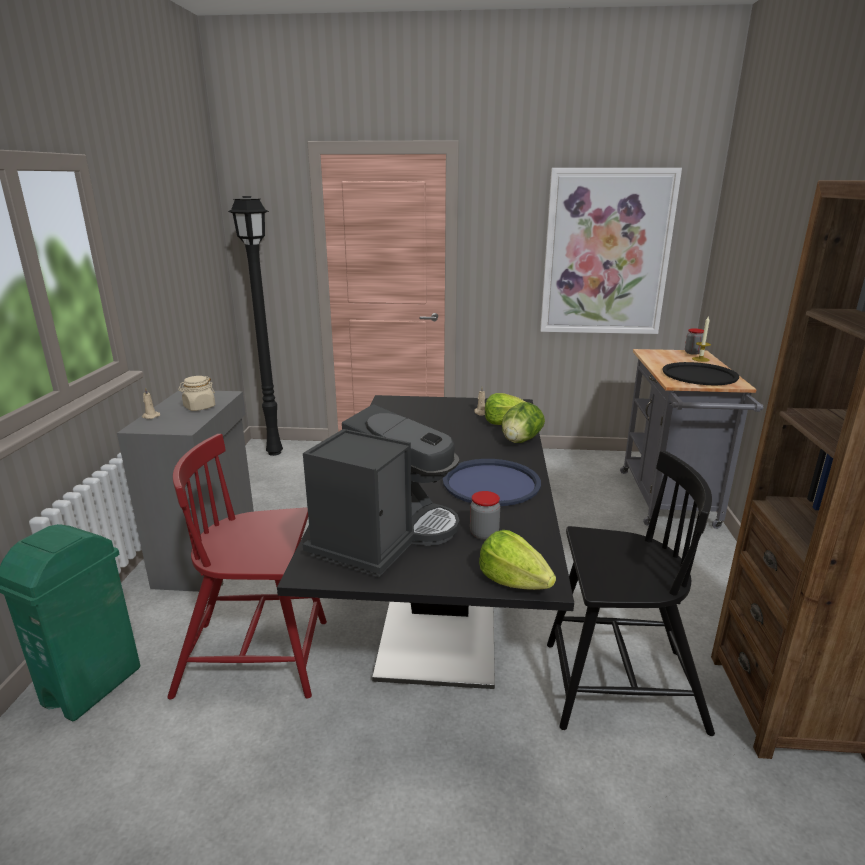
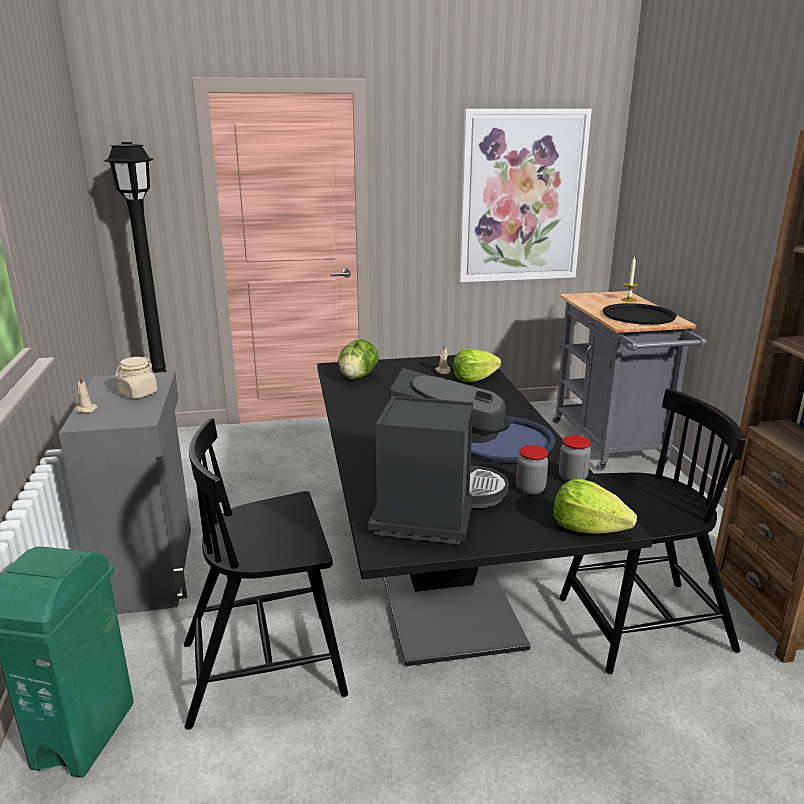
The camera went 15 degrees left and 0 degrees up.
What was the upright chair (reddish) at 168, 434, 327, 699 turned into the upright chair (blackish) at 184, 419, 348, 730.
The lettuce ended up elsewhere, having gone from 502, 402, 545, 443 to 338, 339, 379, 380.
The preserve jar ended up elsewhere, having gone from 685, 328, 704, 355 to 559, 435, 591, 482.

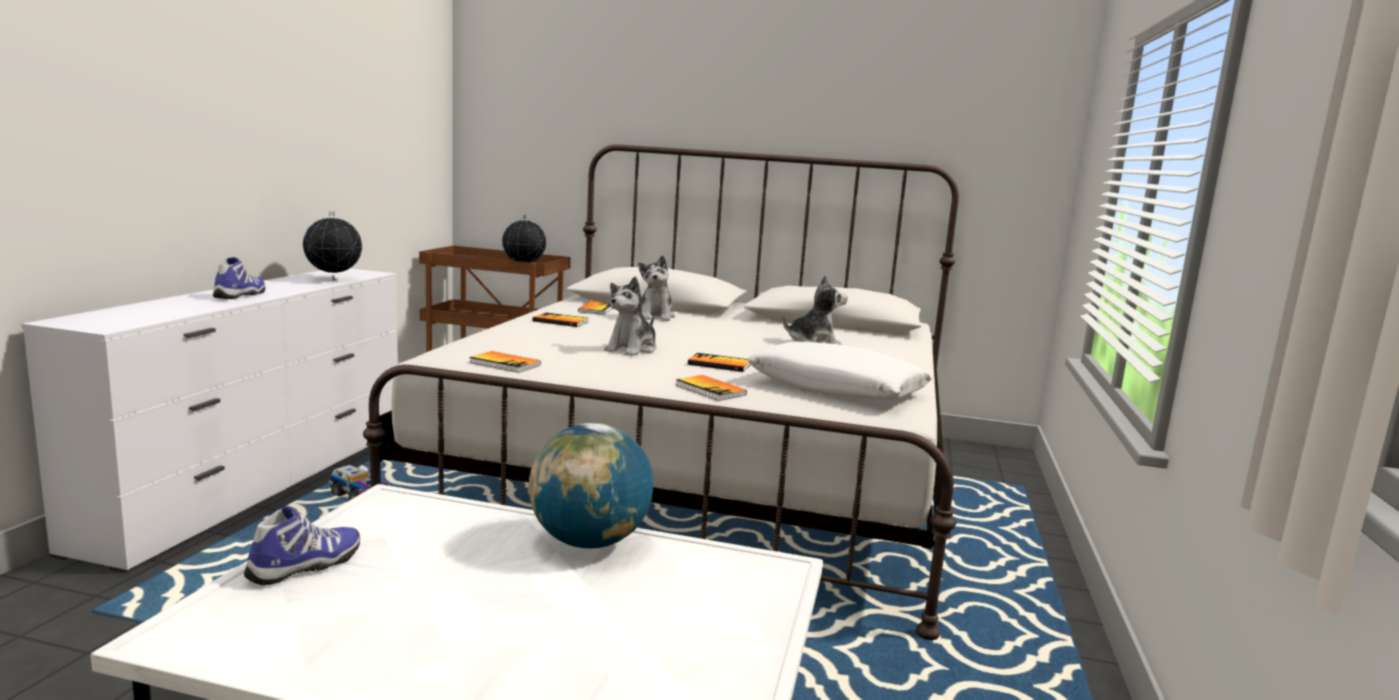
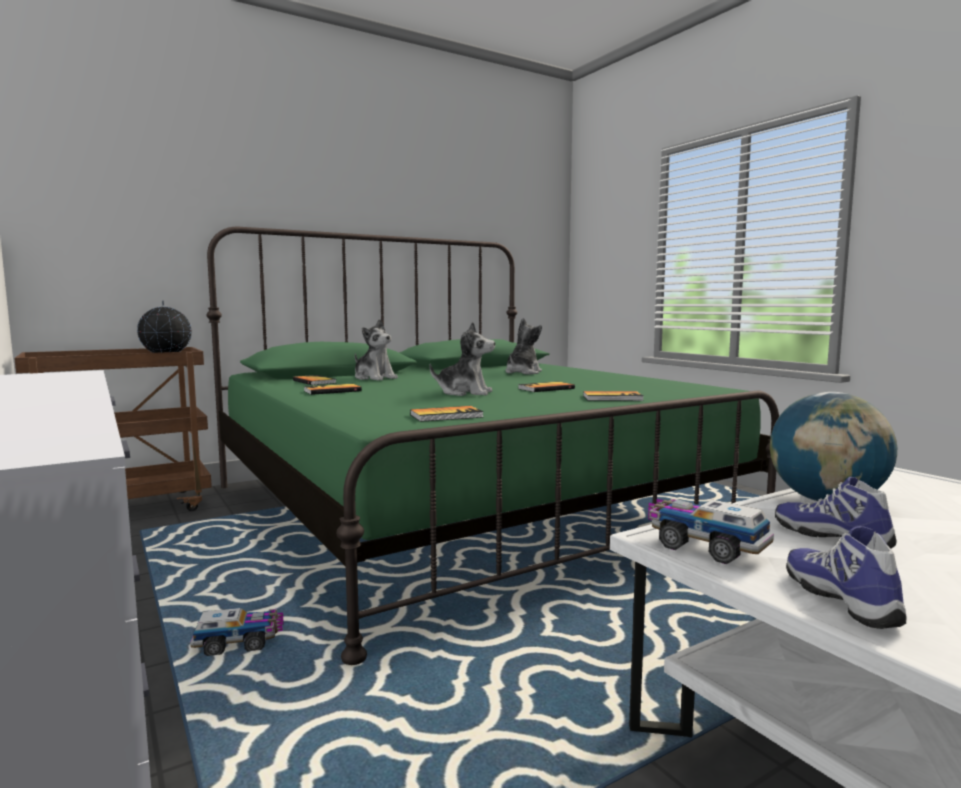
The camera went 45 degrees left and 5 degrees down.
What was the sleeping bed (whitish) at 363, 144, 959, 640 turned into the sleeping bed (green) at 206, 227, 779, 665.
The cuddly toy at 604, 276, 656, 356 ended up facing another way, 60 degrees counterclockwise from before.
The second view gained the toy truck at 648, 499, 774, 564.
The shoe ended up elsewhere, having gone from 213, 257, 265, 299 to 775, 477, 897, 548.
The second view lost the globe at 303, 211, 362, 280.
The second view lost the pillow (whitish) at 748, 342, 932, 400.

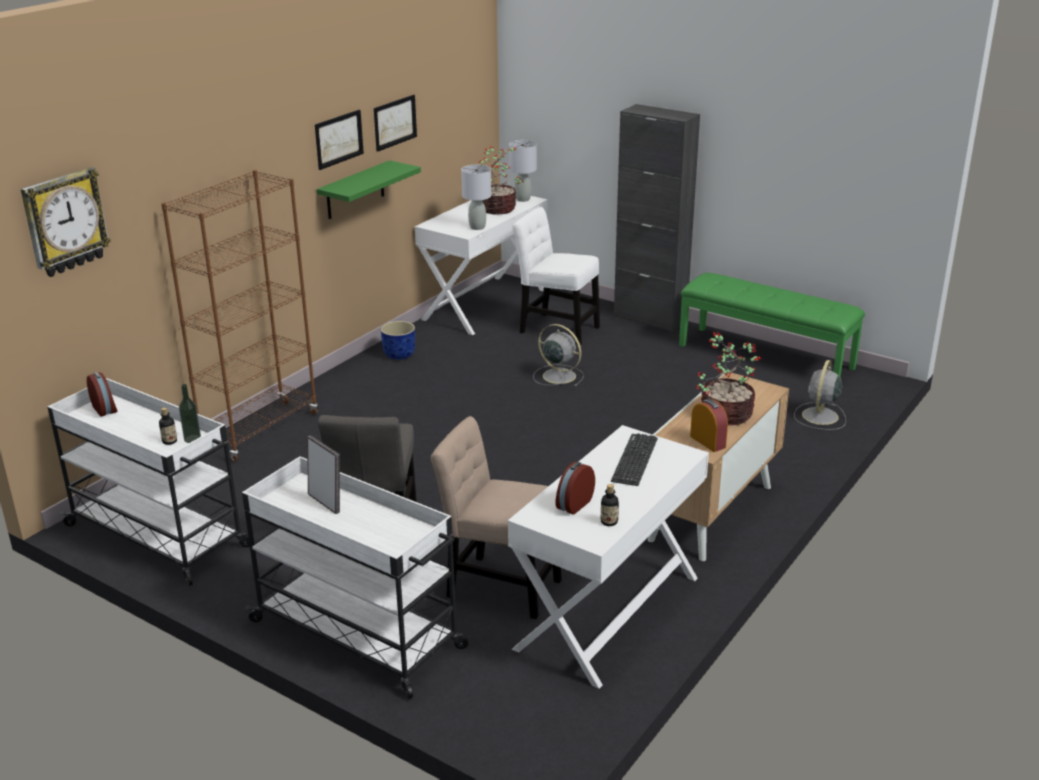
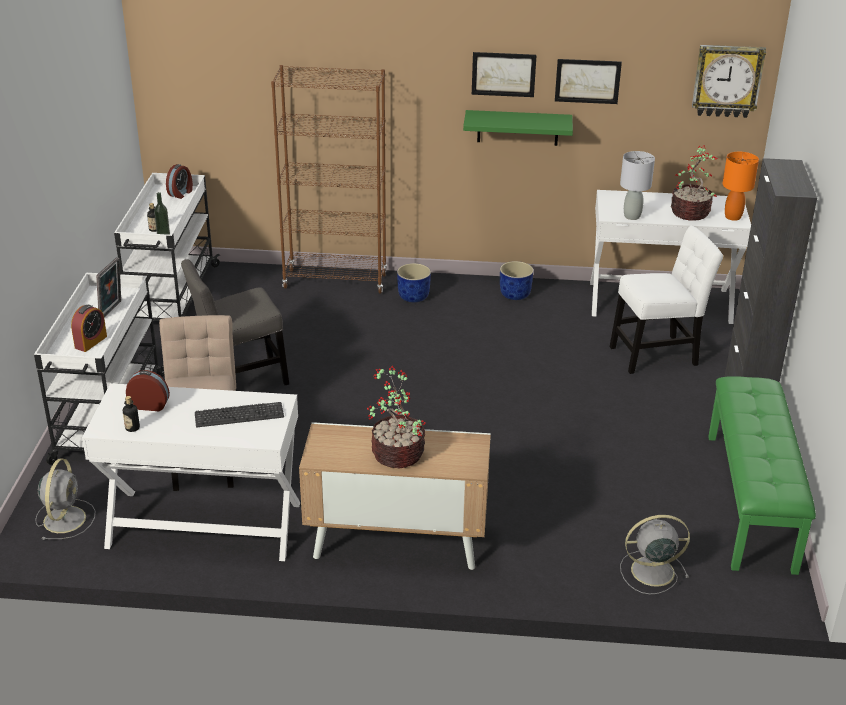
The camera went 60 degrees right and 5 degrees up.
The electric fan (grey) ended up elsewhere, having gone from 533, 324, 584, 386 to 35, 458, 95, 540.
The bedside clock ended up elsewhere, having gone from 690, 399, 728, 452 to 71, 305, 107, 352.
The second view gained the plant pot (bluish) at 397, 263, 431, 302.
The upright chair (whitish) at 512, 207, 600, 345 ended up facing another way, 75 degrees clockwise from before.
The clock on the wall ended up elsewhere, having gone from 21, 167, 111, 277 to 692, 45, 766, 118.
What was the lamp for a table (grey) at 509, 140, 537, 202 turned into the lamp for a table (orange) at 722, 152, 759, 221.

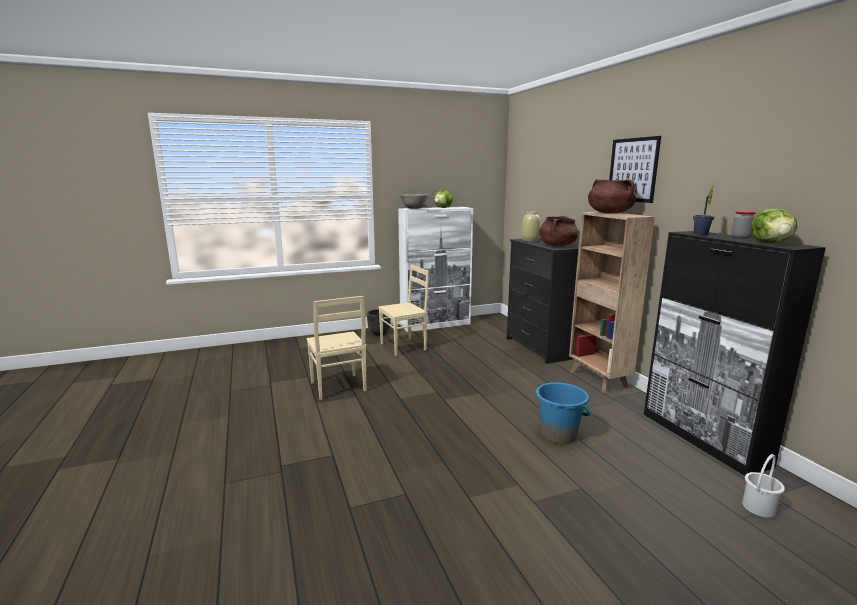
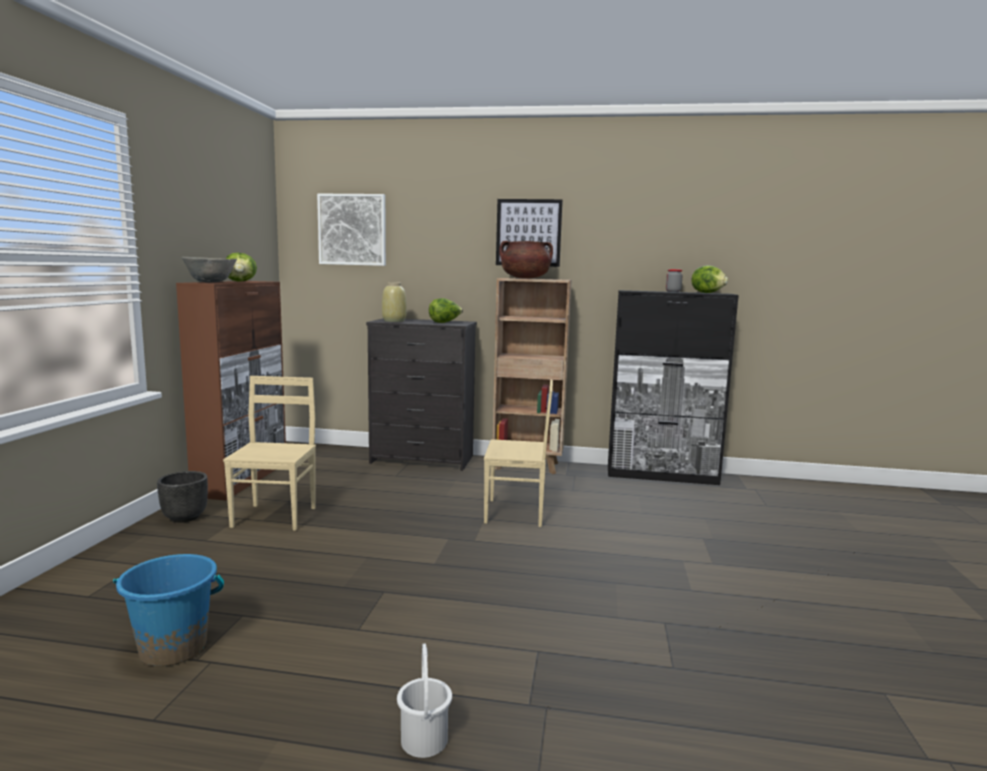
The camera went 60 degrees left and 5 degrees down.
The water bucket (bluish) ended up elsewhere, having gone from 536, 383, 591, 444 to 113, 554, 224, 667.
What was the cupboard (whitish) at 398, 207, 473, 332 turned into the cupboard (brown) at 176, 281, 286, 500.
The second view gained the picture at 317, 194, 386, 266.
The water bucket (whitish) ended up elsewhere, having gone from 742, 454, 785, 518 to 397, 643, 452, 758.
Where the saucepot (brown) stood at 539, 216, 578, 246, the lettuce came to stand at 429, 298, 463, 323.
The upright chair (sand-coloured) ended up elsewhere, having gone from 306, 296, 366, 400 to 484, 380, 553, 527.
The second view lost the potted plant at 693, 185, 714, 235.

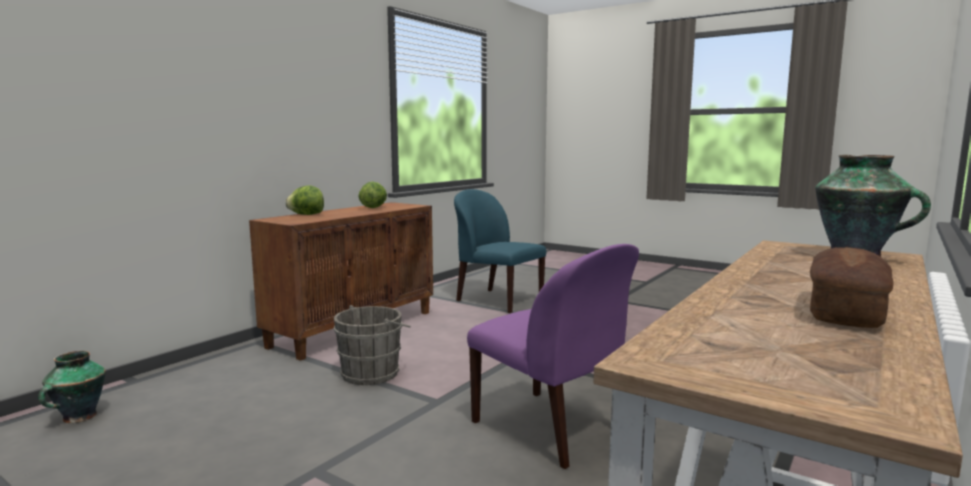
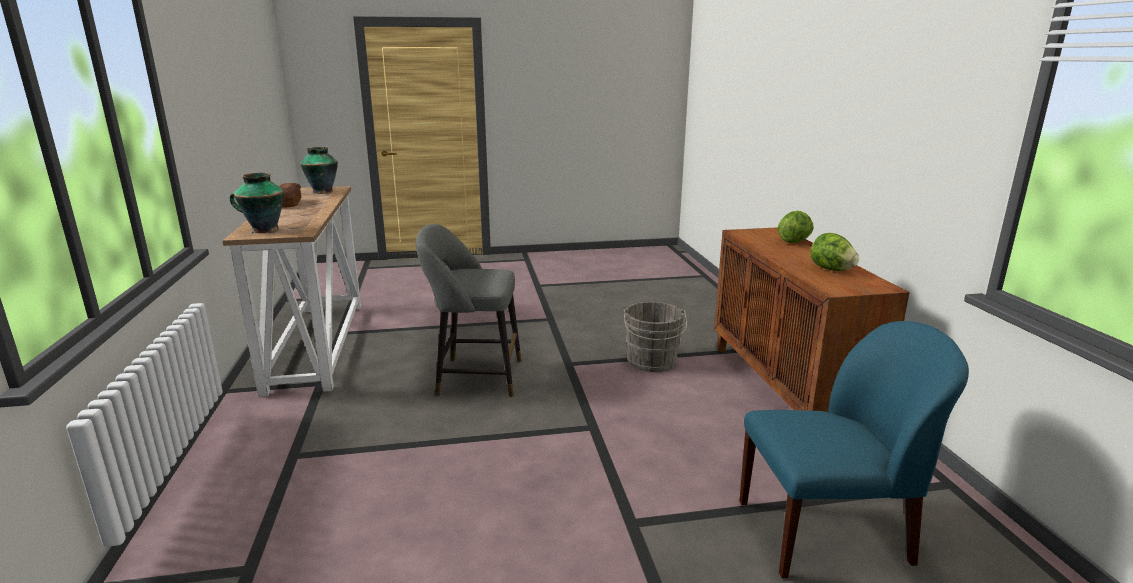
The camera went 135 degrees right and 10 degrees up.
The vase ended up elsewhere, having gone from 38, 351, 106, 423 to 300, 147, 338, 194.
Where the upright chair (purplish) stood at 467, 244, 639, 469, the stool seat (grey) came to stand at 416, 224, 522, 397.

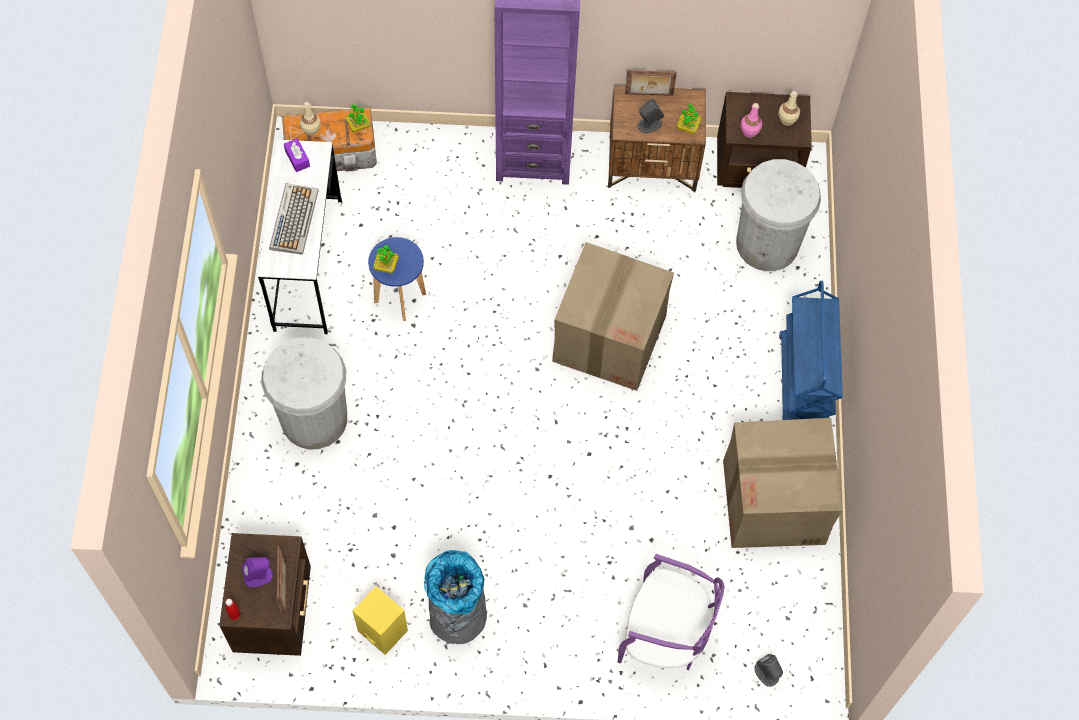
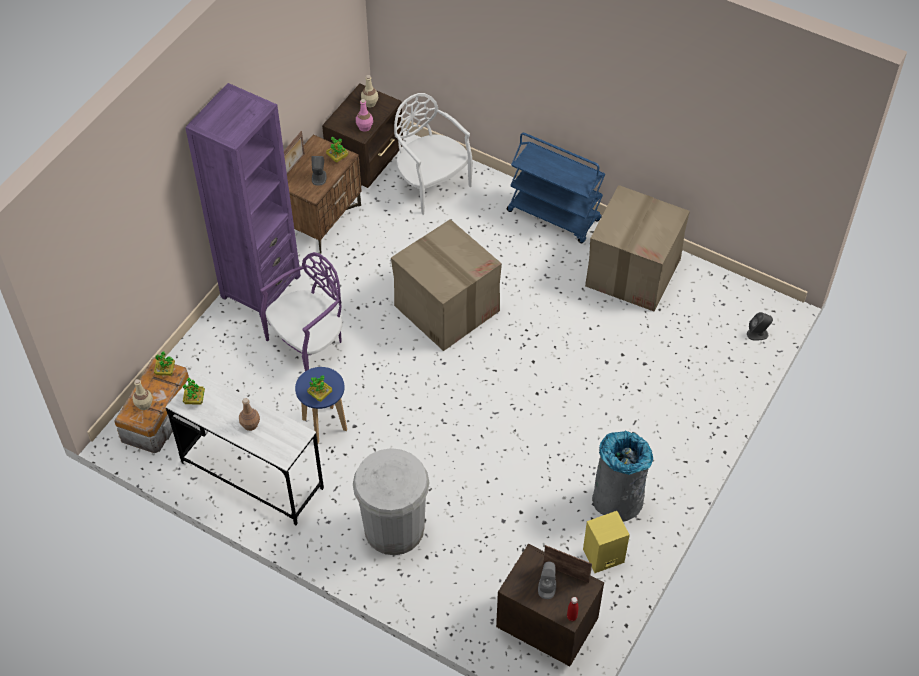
The camera went 60 degrees left and 10 degrees down.
Where the box of tissues (purplish) stood at 284, 138, 310, 172, the potted plant came to stand at 183, 378, 205, 405.
Where the computer keyboard stood at 269, 183, 319, 255, the beverage bottle (brown) came to stand at 239, 398, 260, 431.
The upright chair (purplish) ended up elsewhere, having gone from 618, 554, 725, 670 to 260, 252, 342, 371.
Where the waste bin (whitish) stood at 736, 159, 821, 271, the upright chair (whitish) came to stand at 394, 93, 473, 215.
What was the audio speaker (purplish) at 242, 557, 273, 588 turned into the audio speaker (grey) at 538, 562, 556, 599.

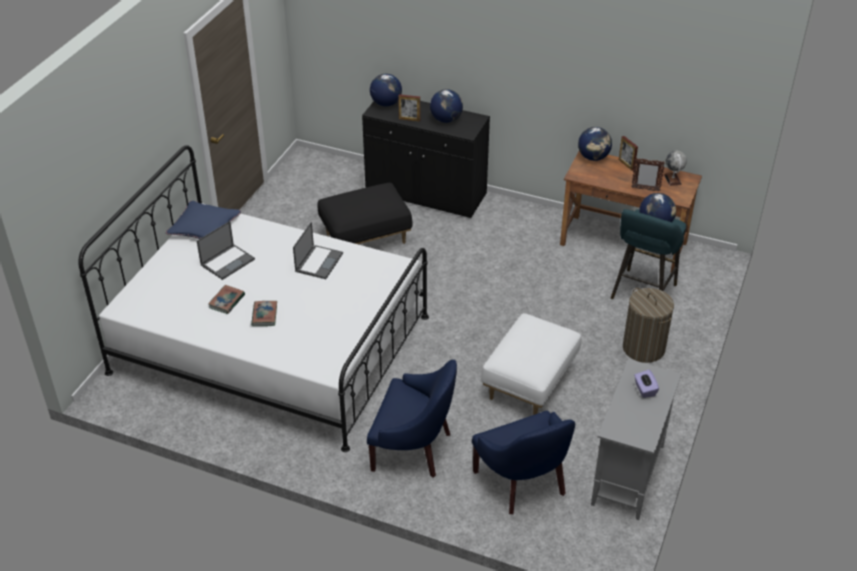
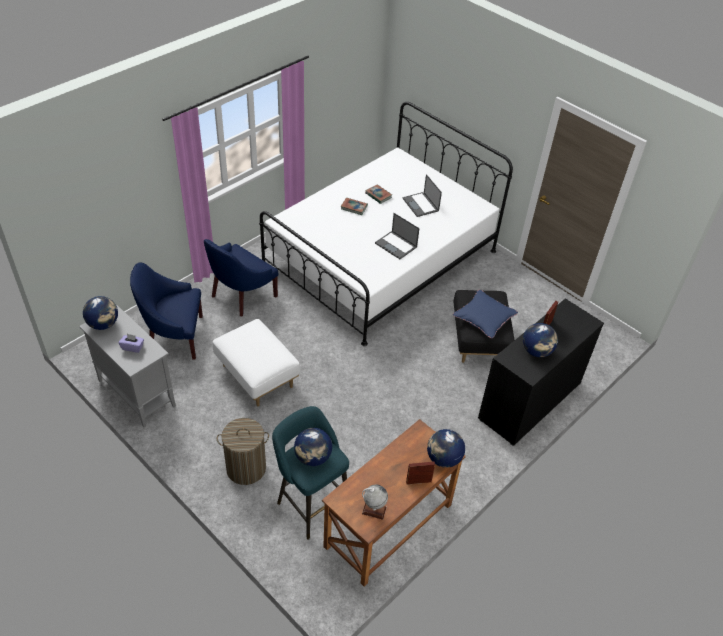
The camera went 110 degrees right and 5 degrees up.
The globe ended up elsewhere, having gone from 370, 74, 402, 106 to 83, 296, 118, 330.
The pillow (bluish) ended up elsewhere, having gone from 166, 201, 241, 239 to 453, 290, 518, 338.
The second view lost the photo frame at 631, 158, 665, 192.

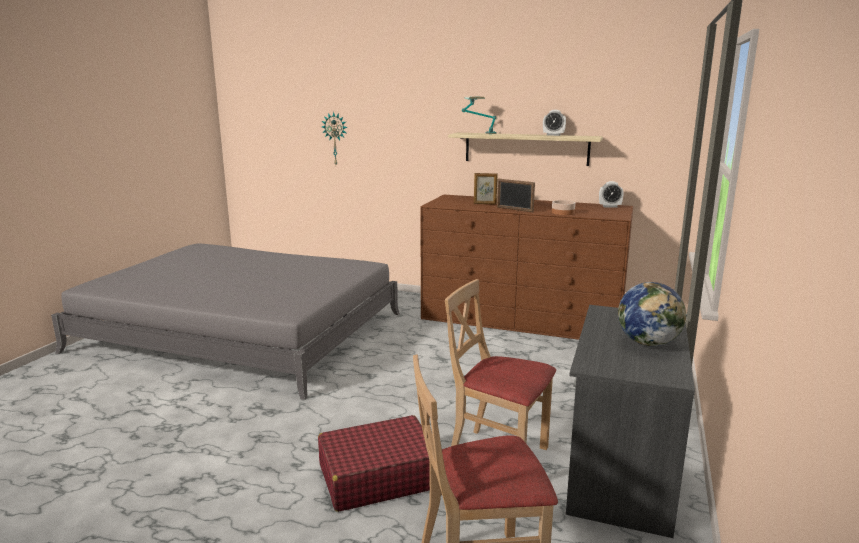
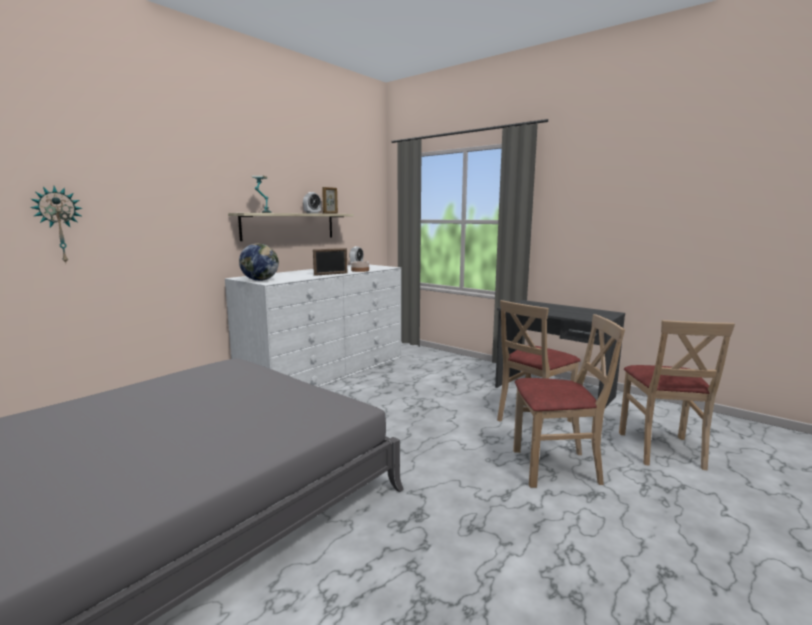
The camera went 70 degrees left and 5 degrees down.
What was the dresser (brown) at 420, 194, 633, 340 turned into the dresser (whitish) at 225, 265, 401, 387.
The globe ended up elsewhere, having gone from 618, 282, 687, 346 to 239, 243, 279, 281.
The photo frame ended up elsewhere, having gone from 474, 173, 498, 205 to 322, 187, 338, 214.
Where the piece of luggage (reddish) stood at 318, 415, 430, 512, the upright chair (sand-coloured) came to stand at 513, 314, 625, 488.

